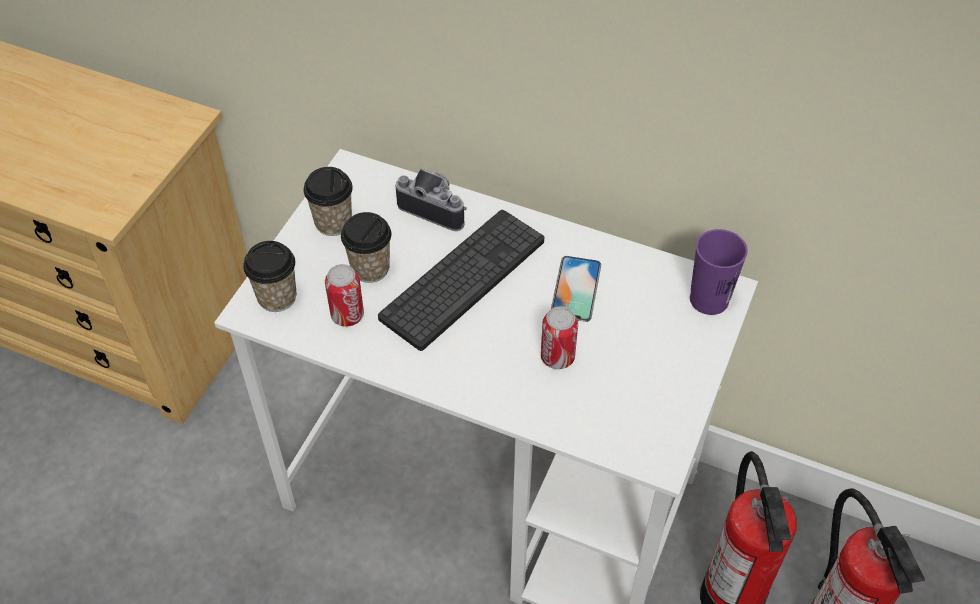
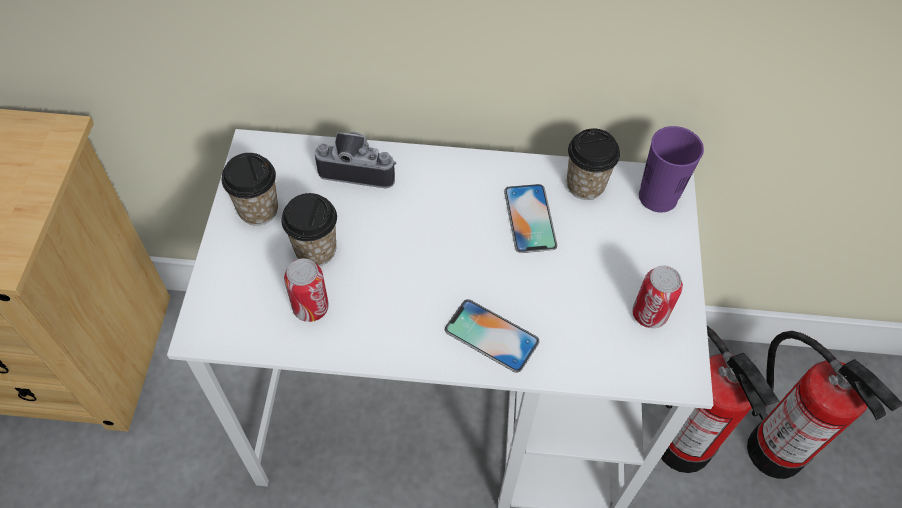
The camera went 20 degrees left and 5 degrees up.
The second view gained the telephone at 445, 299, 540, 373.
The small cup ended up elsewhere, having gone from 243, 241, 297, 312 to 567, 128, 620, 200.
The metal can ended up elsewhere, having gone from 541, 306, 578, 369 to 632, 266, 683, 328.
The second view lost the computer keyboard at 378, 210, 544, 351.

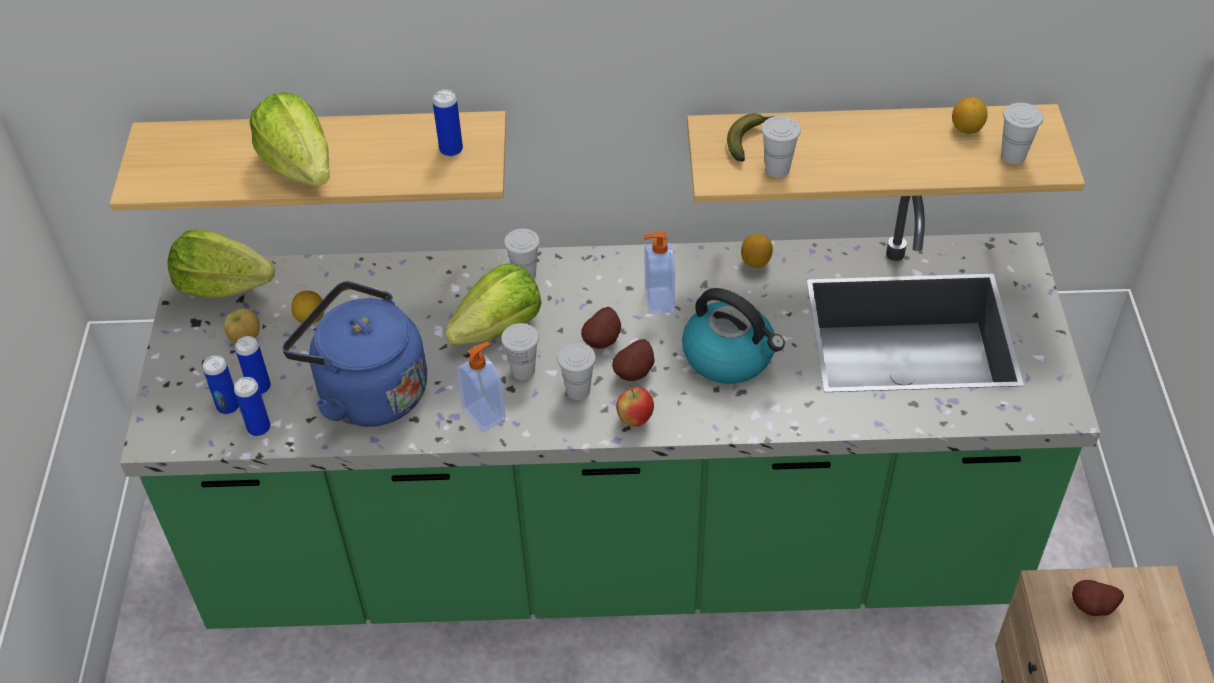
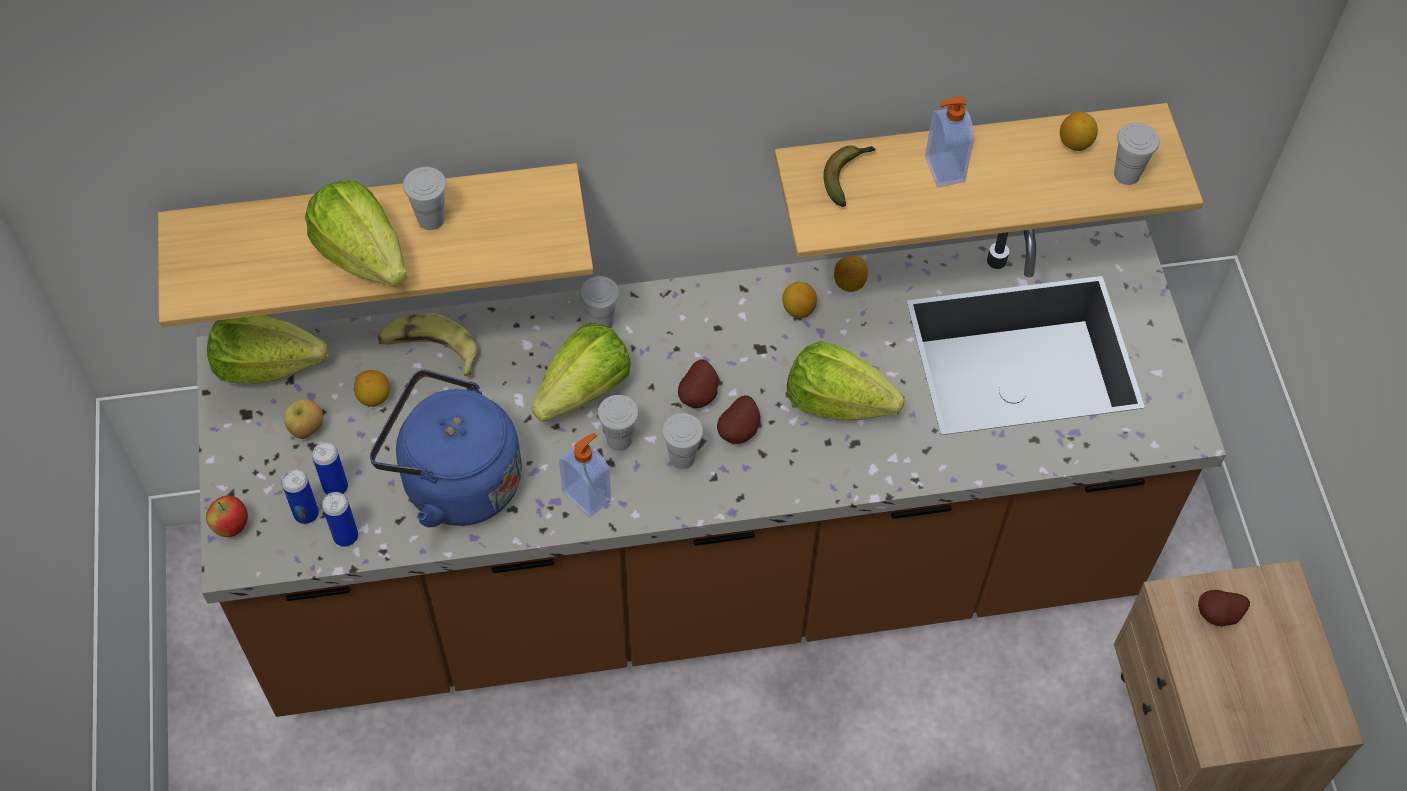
The camera went 10 degrees left and 10 degrees up.
What was the counter (green) at 120, 196, 1101, 629 turned into the counter (brown) at 197, 220, 1226, 717.
The whole apple ended up elsewhere, having gone from 616, 387, 654, 427 to 206, 495, 248, 537.
The second view gained the whole banana at 378, 313, 477, 376.
The small cup (whitish) ended up elsewhere, having gone from 761, 116, 801, 178 to 403, 167, 446, 230.
The second view gained the lemon at 782, 282, 817, 318.
Where the water kettle stood at 682, 288, 785, 384, the lettuce came to stand at 787, 341, 905, 420.
The soap bottle ended up elsewhere, having gone from 644, 231, 675, 314 to 925, 96, 974, 187.
The second view lost the metal can at 433, 89, 463, 157.

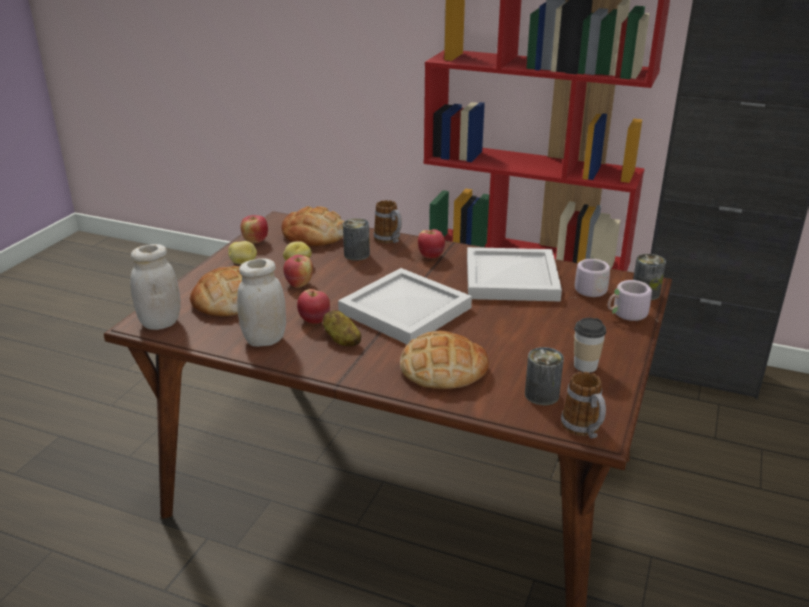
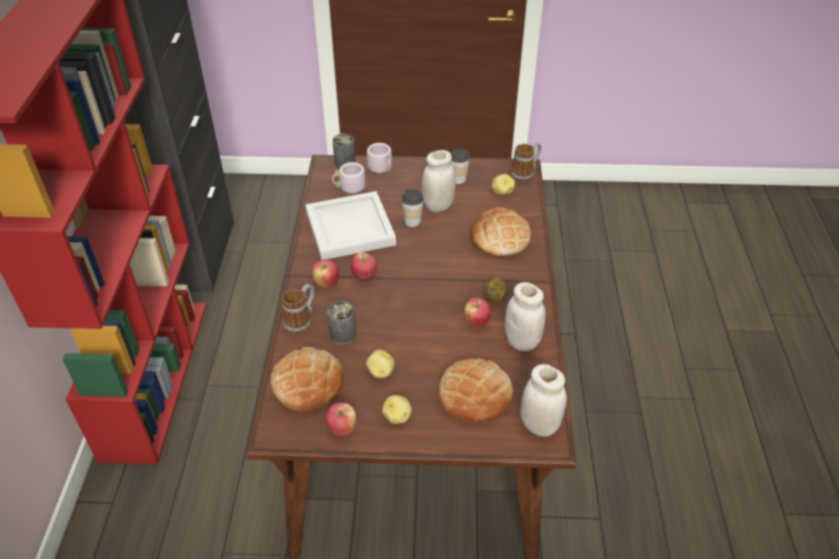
The camera went 110 degrees left and 15 degrees up.
The whole apple ended up elsewhere, having gone from 283, 255, 313, 288 to 351, 252, 378, 281.
The second view gained the small cup at 402, 189, 424, 227.
The second view gained the preserve jar (whitish) at 422, 150, 456, 212.
Where the metal can stood at 525, 347, 564, 405, the whole potato came to stand at 492, 174, 515, 195.
The second view lost the carrying tray (whitish) at 338, 268, 472, 344.

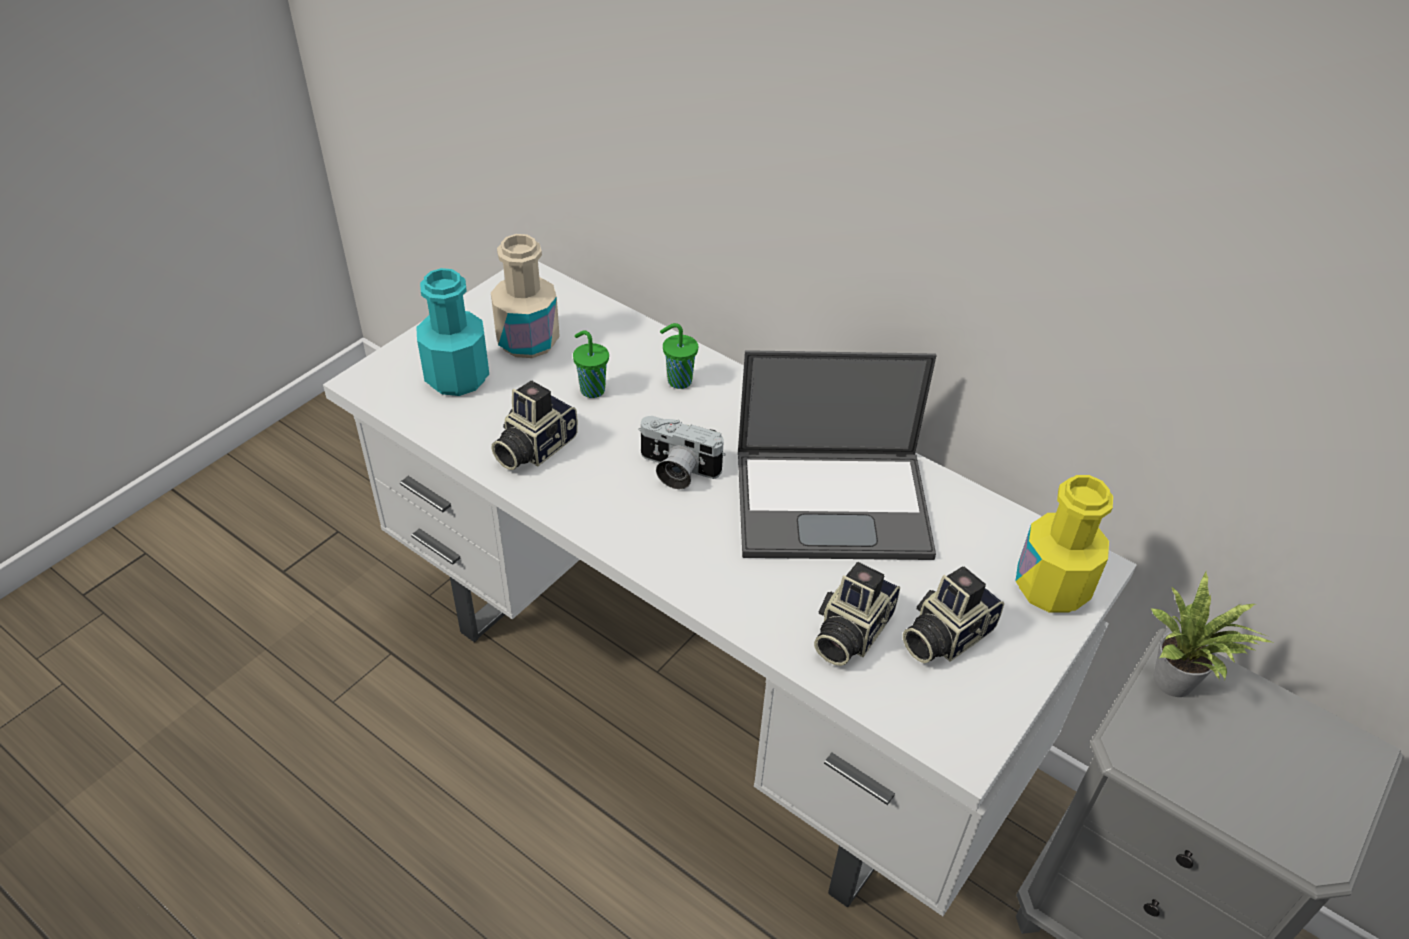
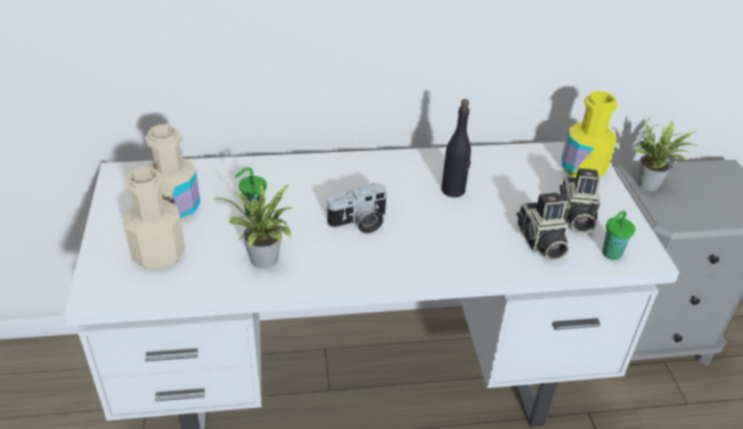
The camera went 45 degrees left and 5 degrees down.
What was the beverage bottle (blue-green) at 416, 268, 489, 396 turned into the beverage bottle (sand-coloured) at 122, 167, 185, 269.
Where the still camera stood at 491, 381, 578, 470, the potted plant came to stand at 214, 183, 292, 269.
Where the notebook computer stood at 738, 350, 937, 560, the beverage bottle (blackish) came to stand at 441, 99, 471, 197.
The small cup (green) ended up elsewhere, having gone from 660, 323, 698, 389 to 602, 211, 636, 260.

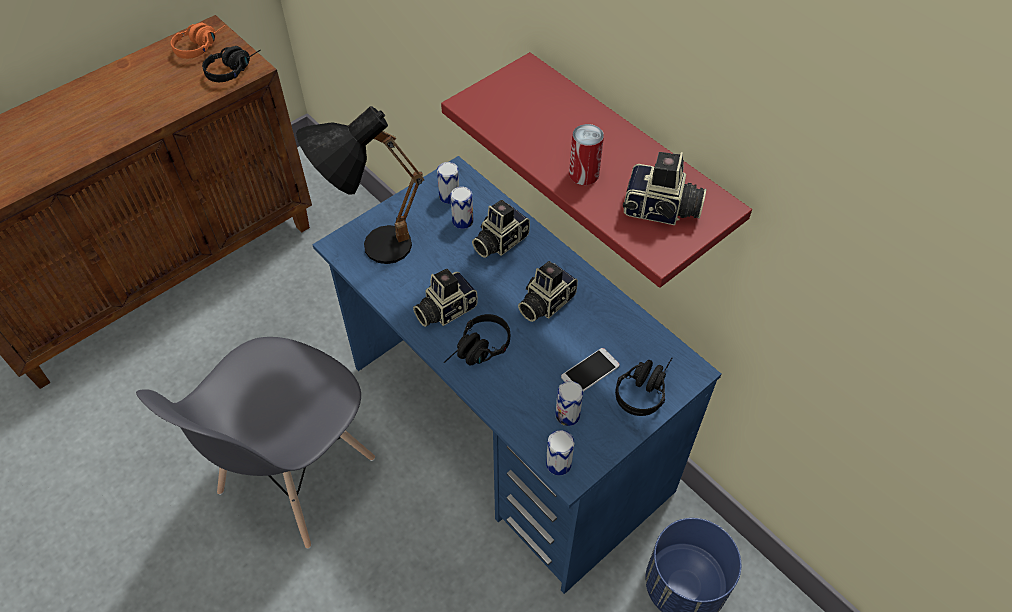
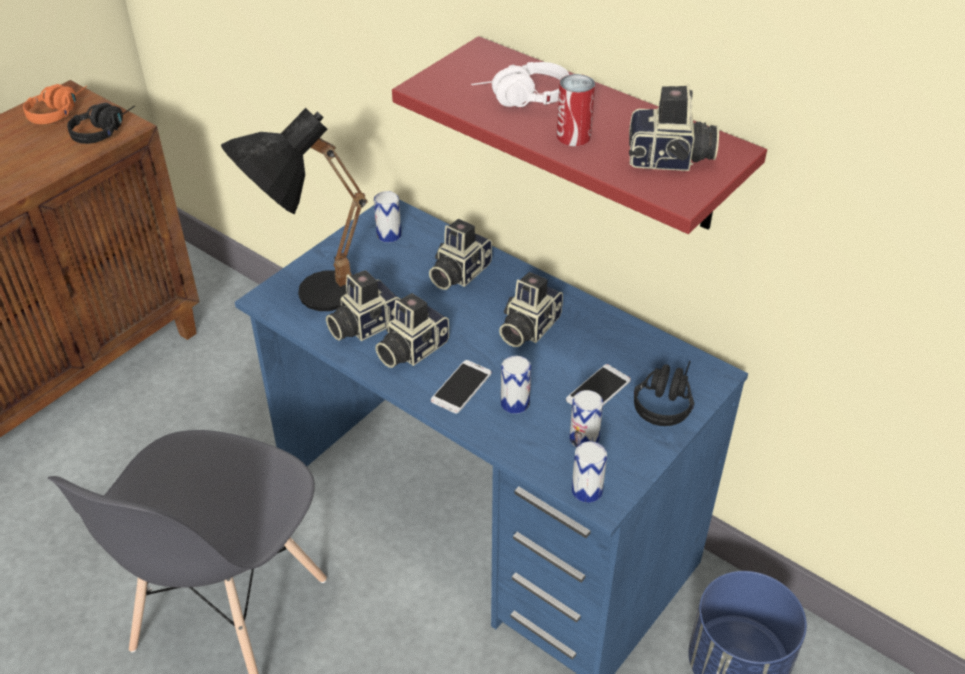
The camera went 10 degrees left and 10 degrees down.
The second view gained the still camera at 326, 270, 400, 341.
Where the pair of headphones (blackish) stood at 444, 314, 510, 366, the telephone came to stand at 431, 360, 492, 413.
The second view gained the pair of headphones (whitish) at 471, 62, 569, 107.
The metal can ended up elsewhere, having gone from 450, 187, 473, 229 to 501, 356, 531, 414.

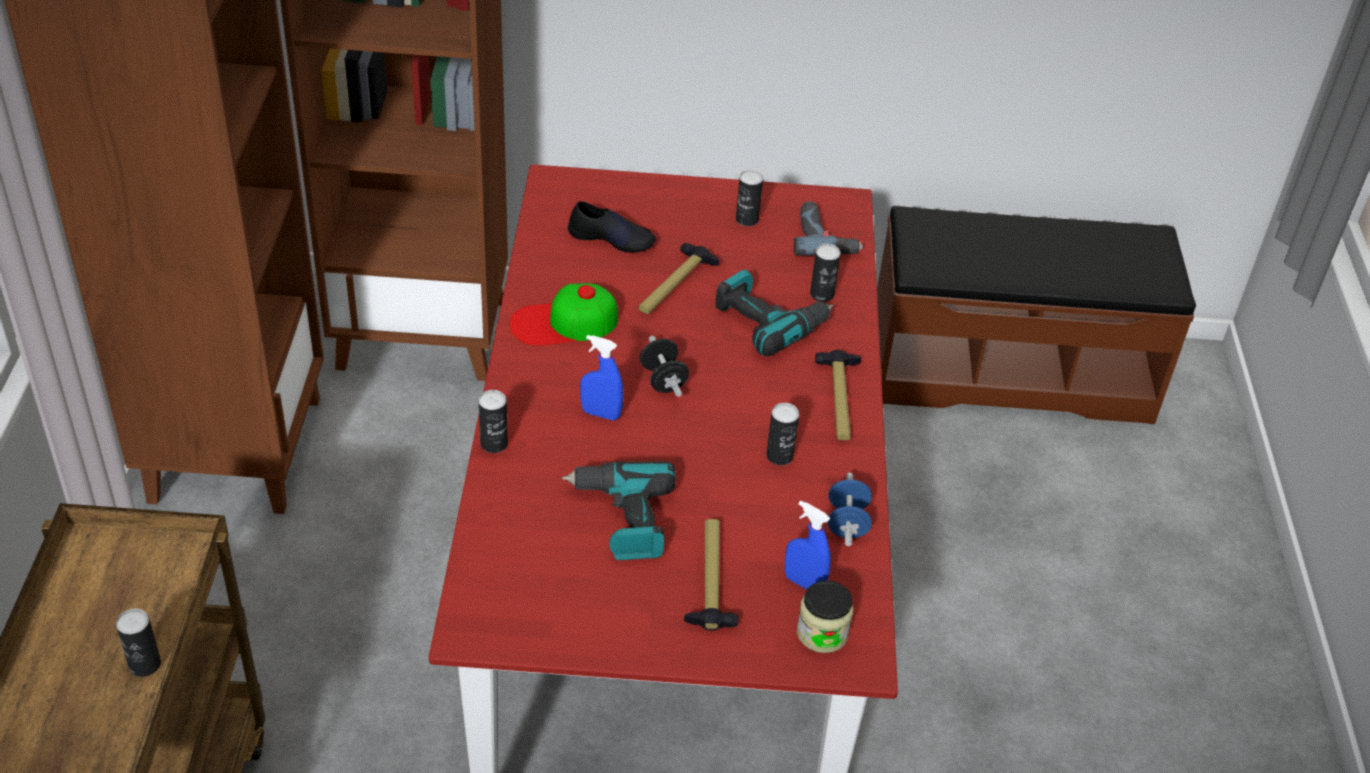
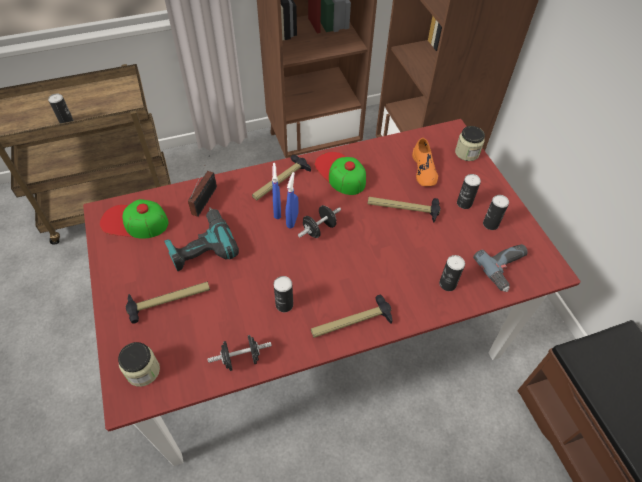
The camera went 70 degrees right and 10 degrees up.
The second view gained the peaked cap at 100, 199, 169, 239.
The second view gained the radio at 188, 156, 217, 217.
What was the free weight (bluish) at 828, 473, 872, 546 turned into the free weight (blackish) at 208, 335, 272, 371.
The second view gained the hand hammer at 252, 155, 311, 200.
The spray bottle (bluish) ended up elsewhere, having gone from 785, 500, 831, 590 to 285, 172, 298, 228.
What was the shoe (blackish) at 568, 201, 656, 253 turned into the shoe (orange) at 412, 138, 438, 186.
The second view gained the preserve jar at 455, 126, 485, 161.
The metal can ended up elsewhere, having gone from 479, 390, 508, 453 to 457, 174, 481, 209.
The second view lost the power drill at 715, 269, 833, 356.

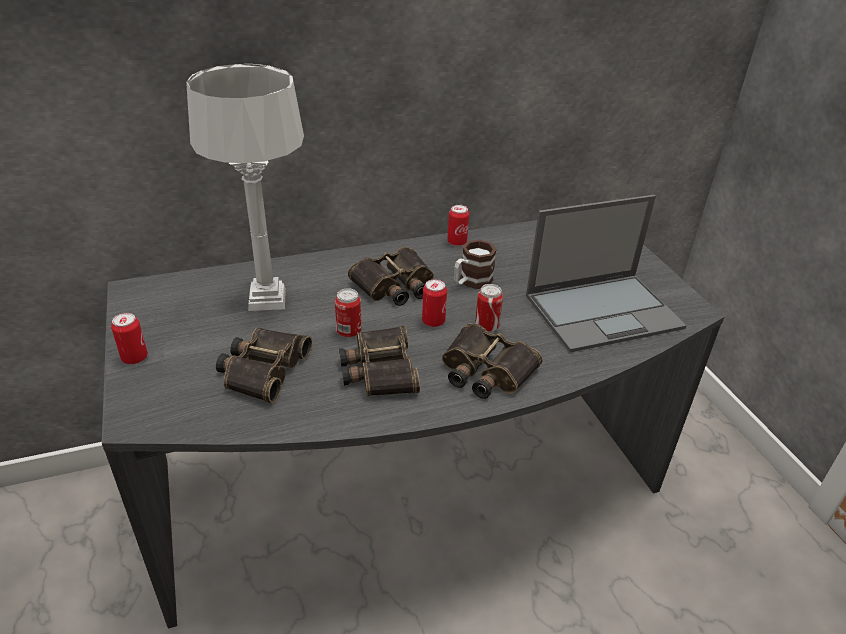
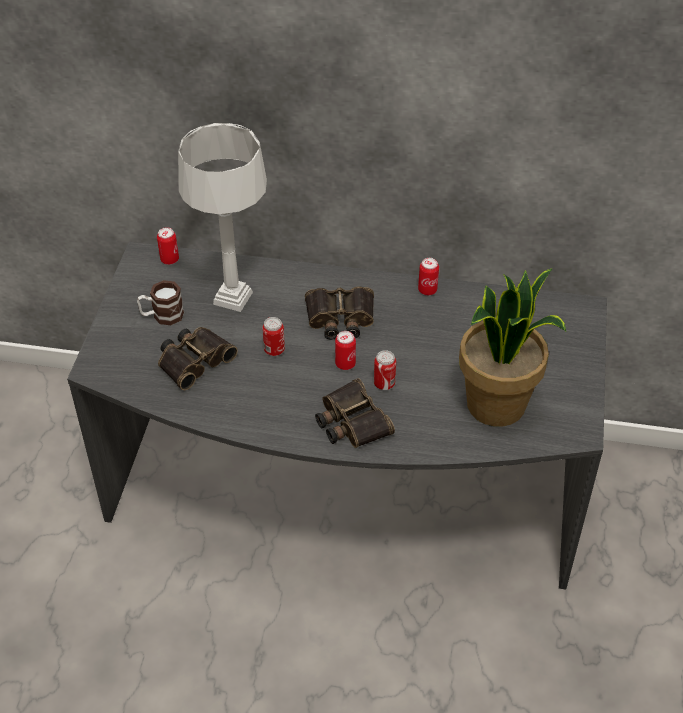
The camera went 30 degrees right and 10 degrees up.
The tea mug ended up elsewhere, having gone from 454, 240, 497, 289 to 137, 280, 184, 325.
The metal can ended up elsewhere, having gone from 111, 313, 148, 364 to 157, 227, 179, 265.
Where the notebook computer stood at 526, 195, 687, 353, the potted plant came to stand at 459, 268, 566, 427.
The second view lost the pair of binoculars at 339, 325, 420, 396.

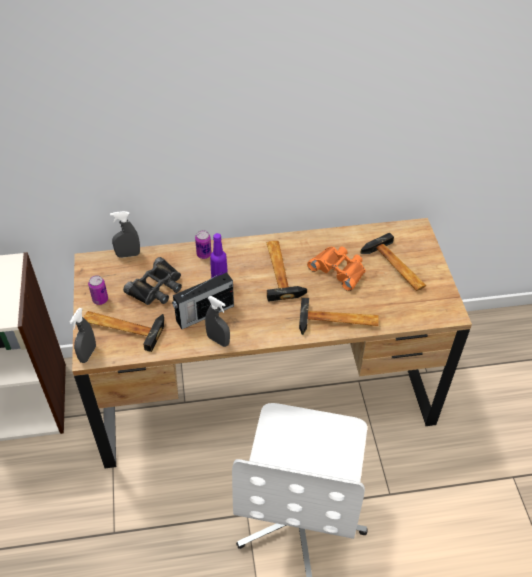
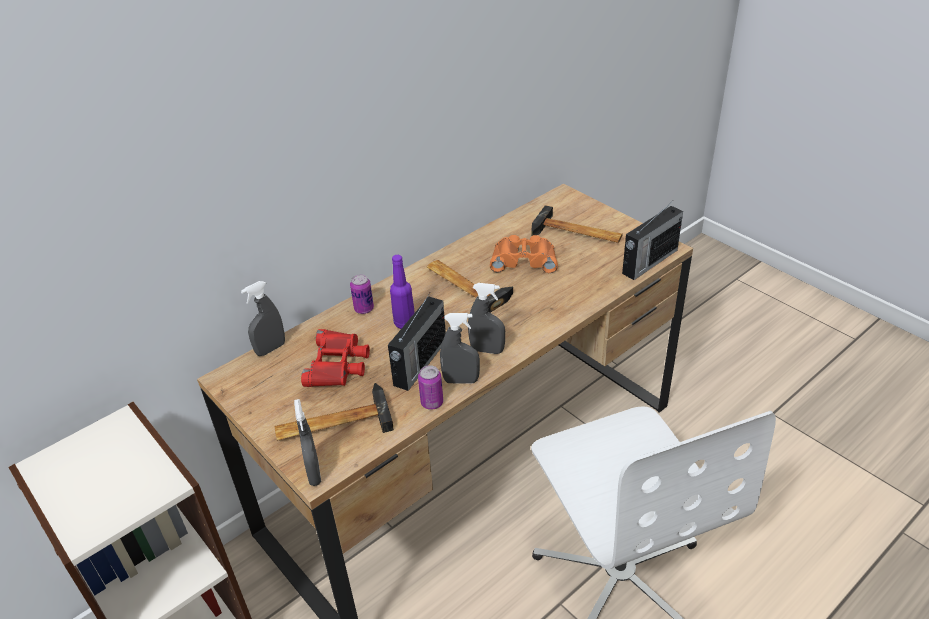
The camera went 30 degrees left and 10 degrees down.
What was the pair of binoculars (blackish) at 123, 257, 182, 305 turned into the pair of binoculars (reddish) at 301, 329, 370, 387.
The metal can ended up elsewhere, having gone from 88, 275, 108, 305 to 418, 365, 443, 410.
The second view gained the spray bottle (grey) at 468, 283, 505, 354.
The second view gained the radio at 622, 200, 683, 280.
The second view lost the hand hammer at 299, 297, 379, 335.

